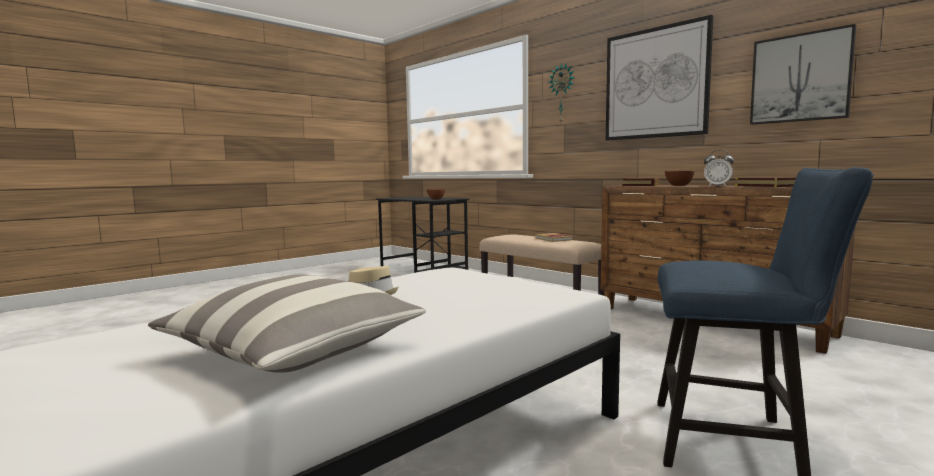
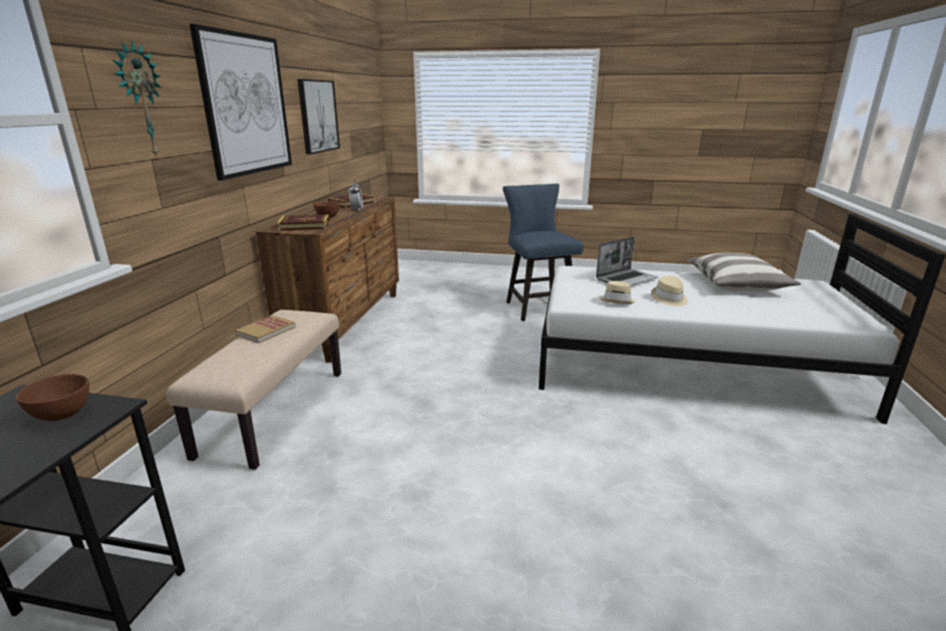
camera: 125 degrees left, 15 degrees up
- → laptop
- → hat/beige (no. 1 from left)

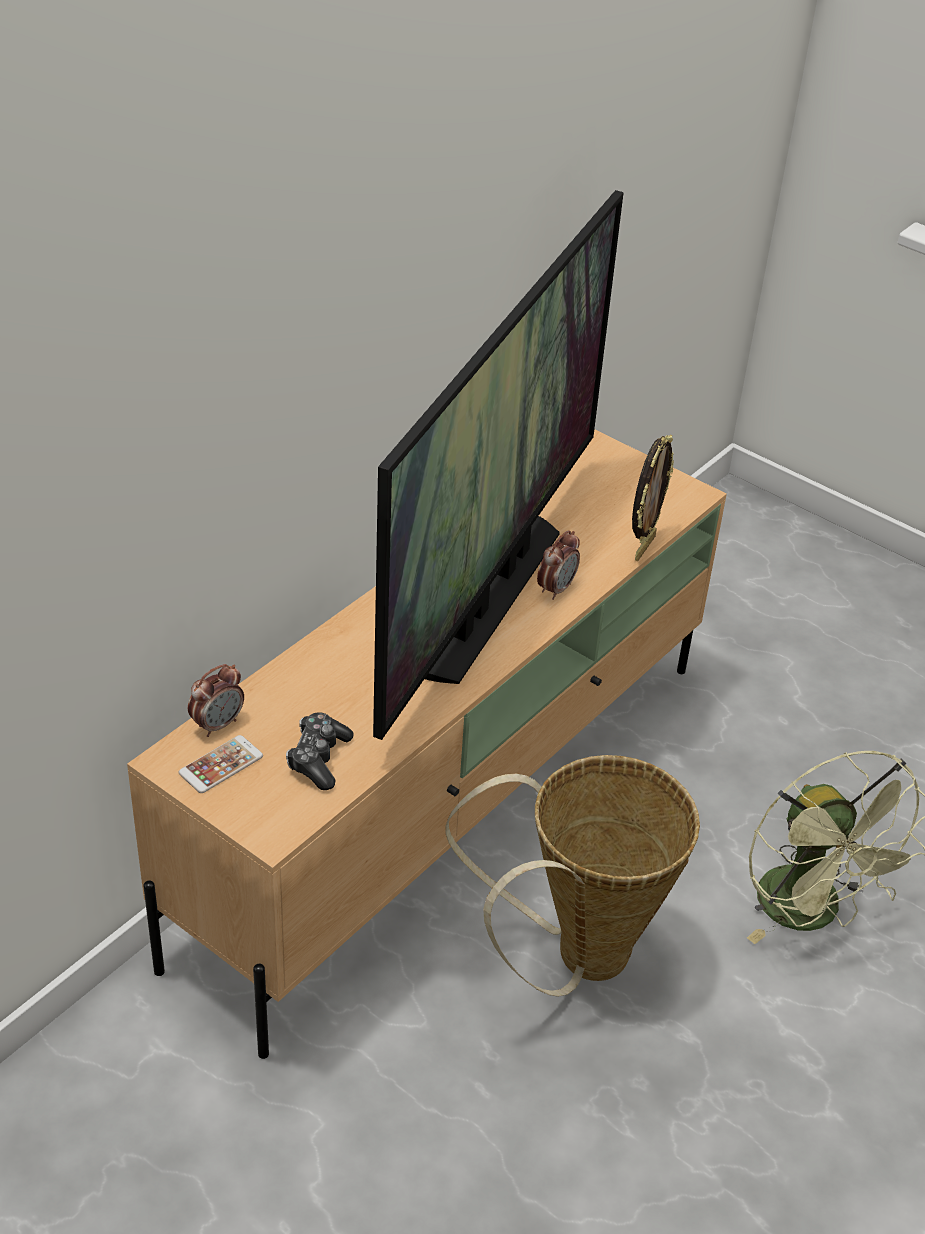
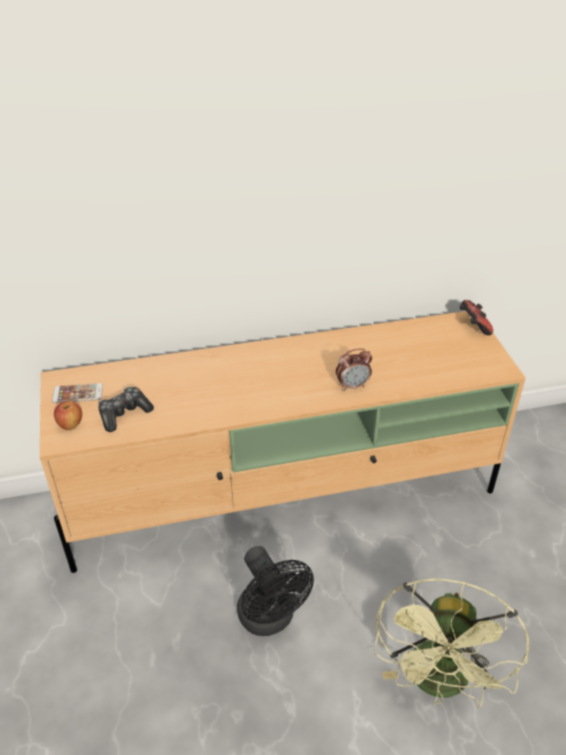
camera: 40 degrees right, 0 degrees up
television → -
photo frame → -
alarm clock (no. 1 from left) → -
basket → fan/black-coloured
- → joypad (no. 2 from left)
- → apple

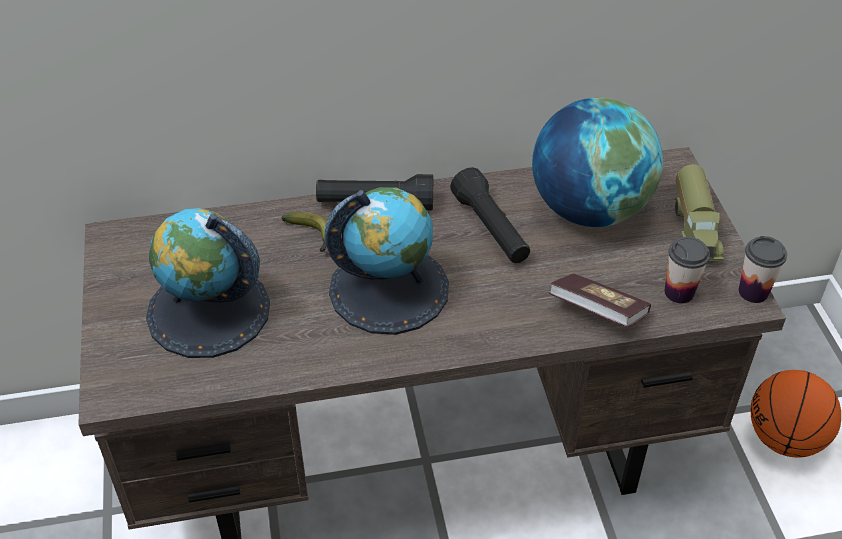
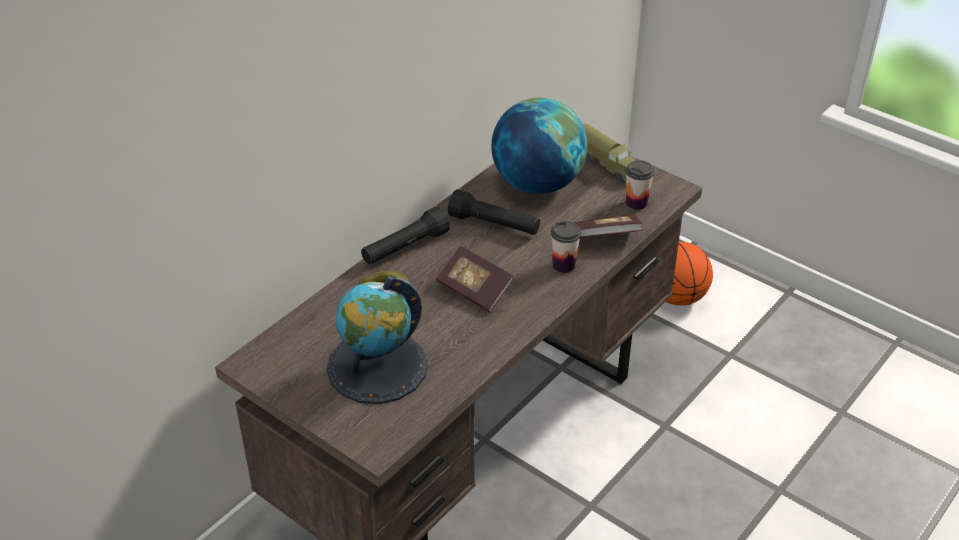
camera: 40 degrees left, 5 degrees down
world globe (no. 2 from left) → volume (no. 1 from left)
cup (no. 2 from left in the first image) → cup (no. 1 from left), shifted

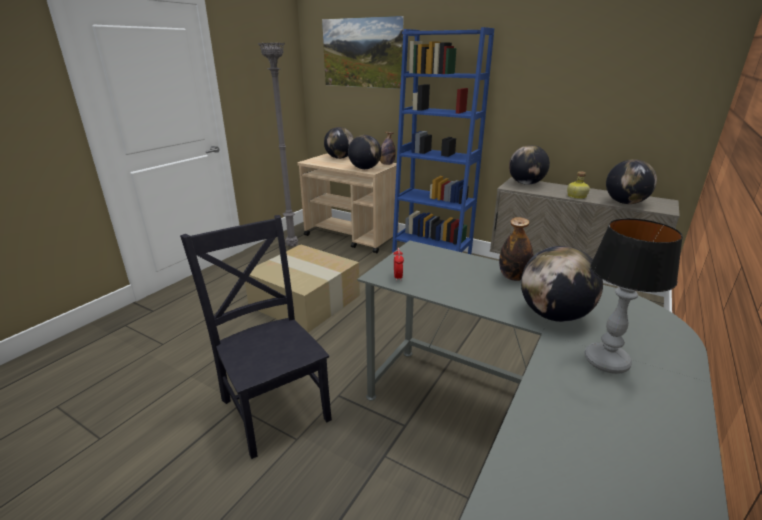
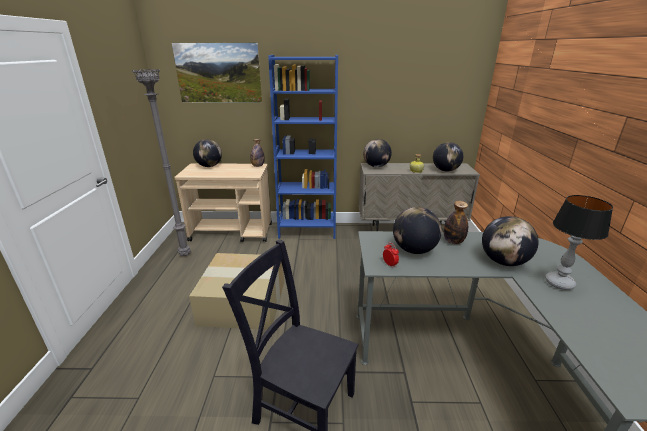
camera: 30 degrees left, 0 degrees up
world globe (no. 2 from left in the first image) → world globe (no. 3 from left), shifted

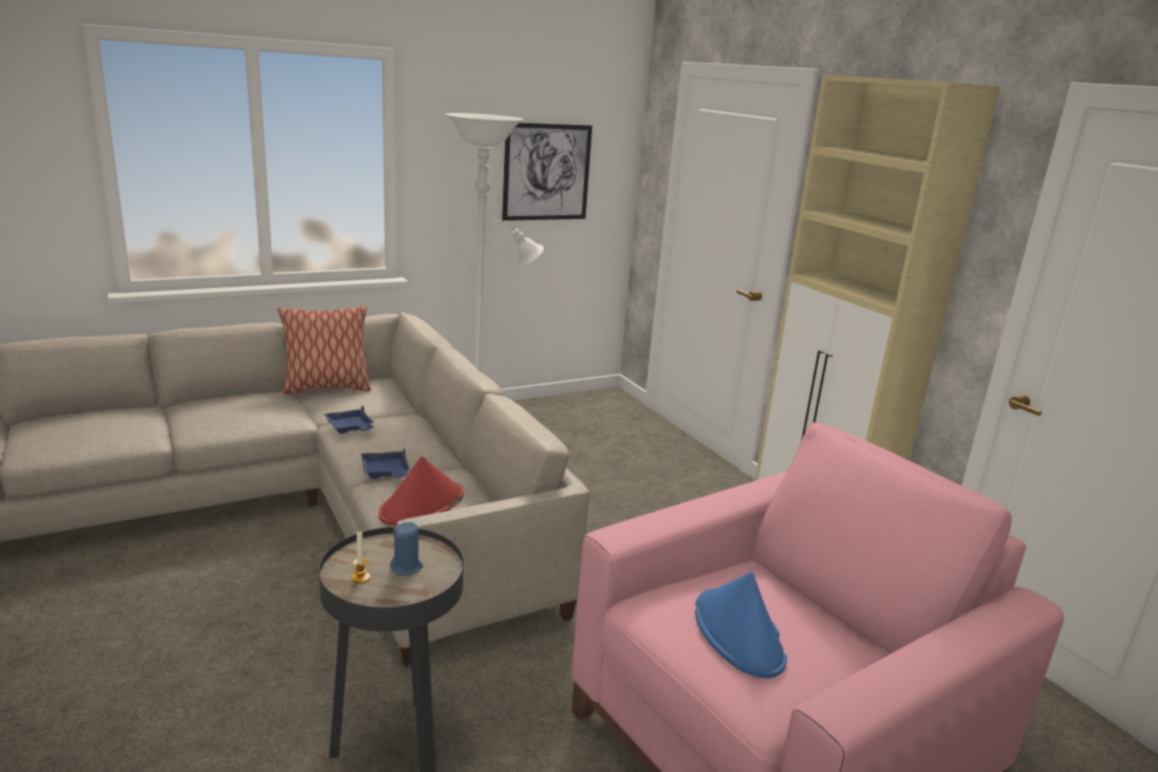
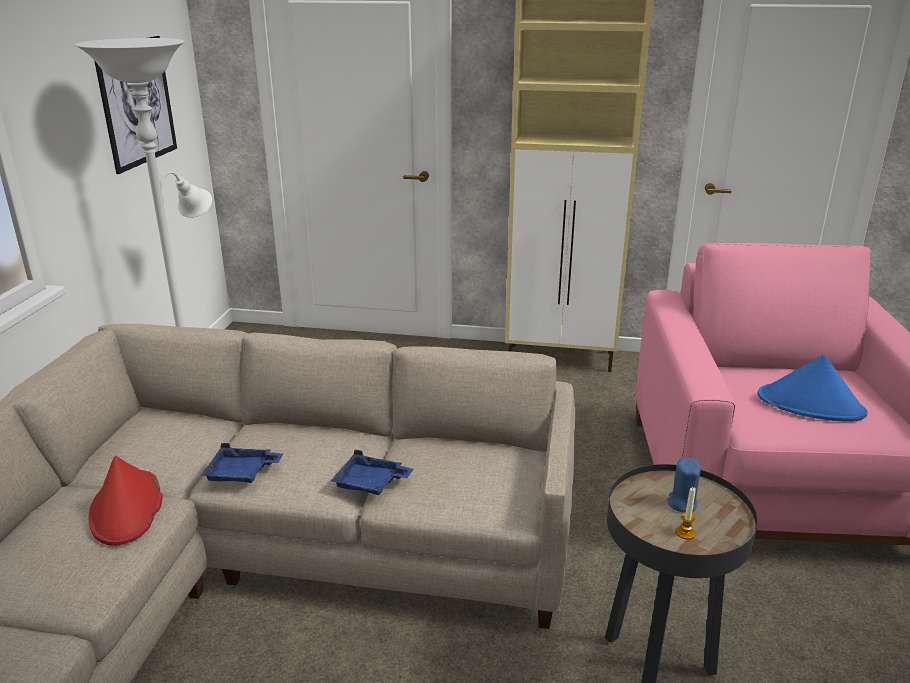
camera: 50 degrees left, 5 degrees up
pillow → -
hat/reddish, shifted

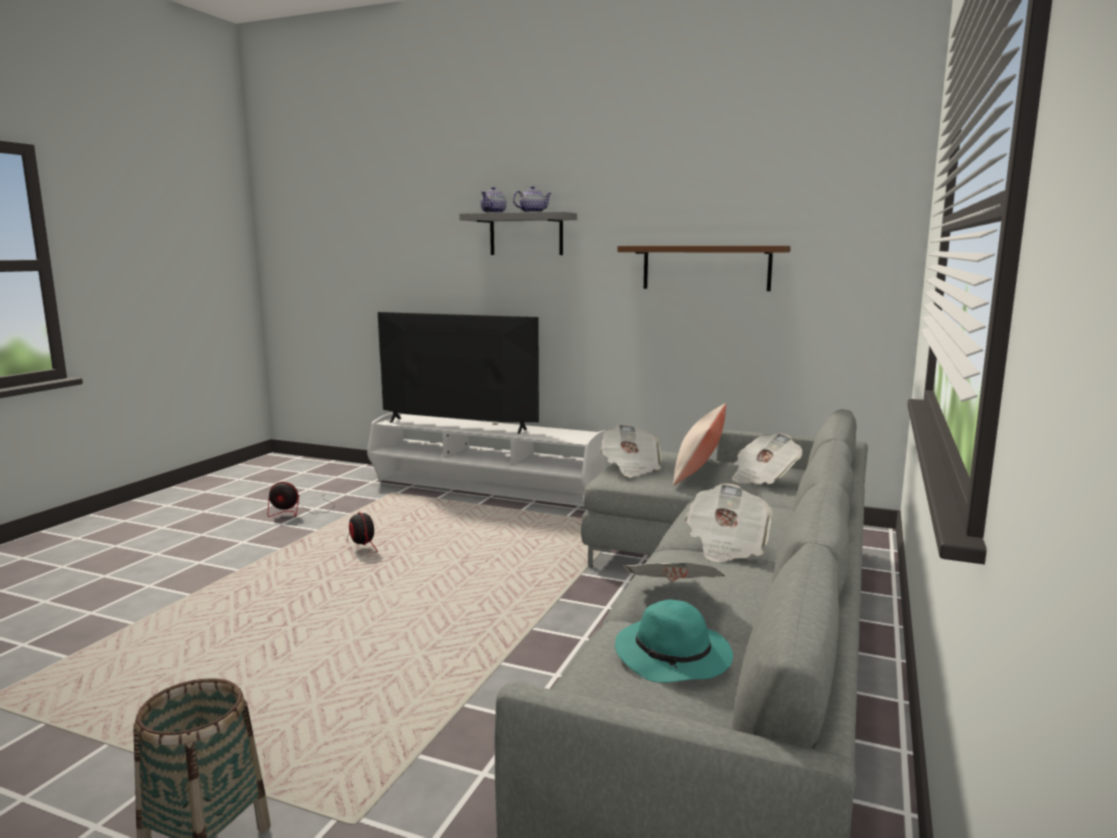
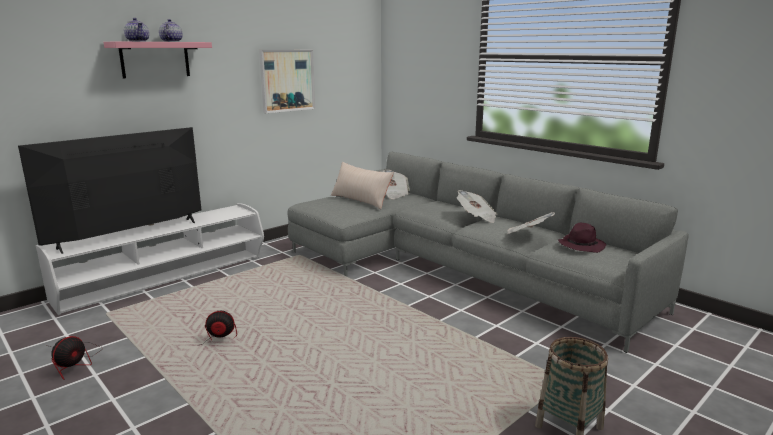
camera: 65 degrees left, 5 degrees up
wall shelf/grey → wall shelf/pinkish
wall shelf/brown-coloured → wall art
newspaper (no. 1 from left) → -
hat/blue-green → hat/purple

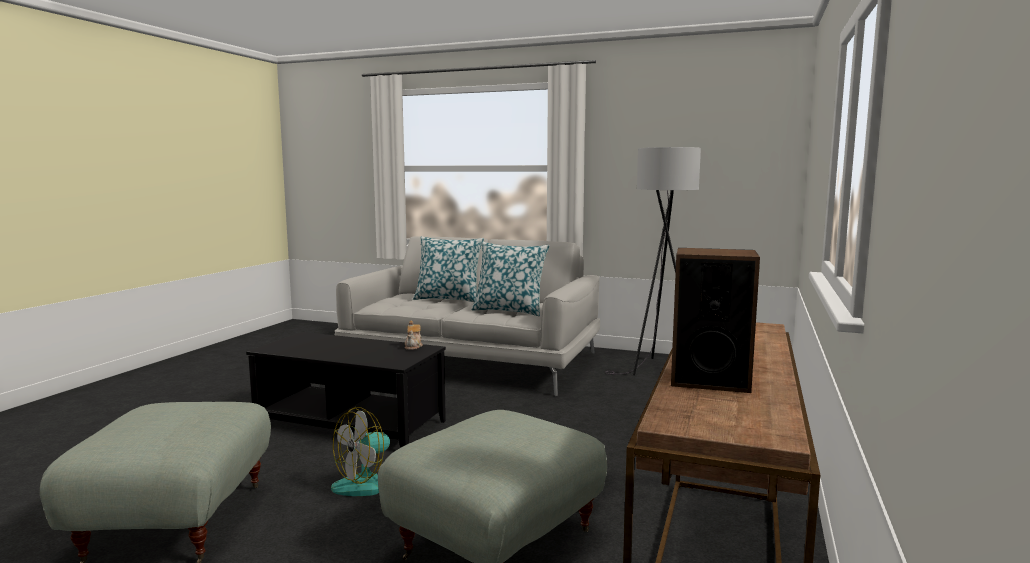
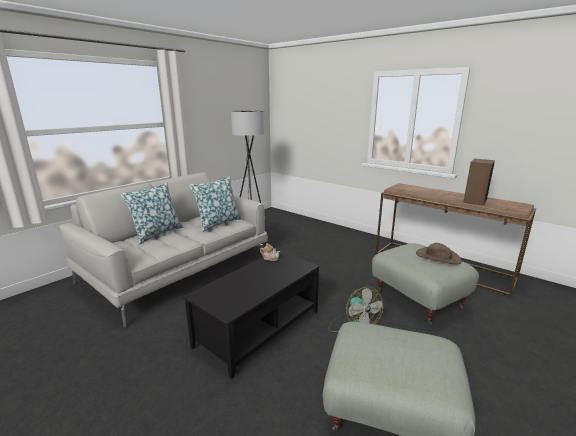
camera: 70 degrees left, 10 degrees up
- → hat/brown-coloured

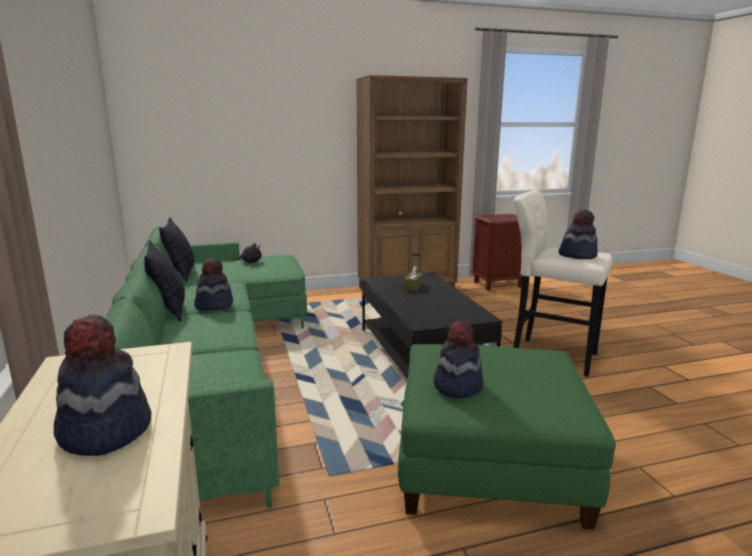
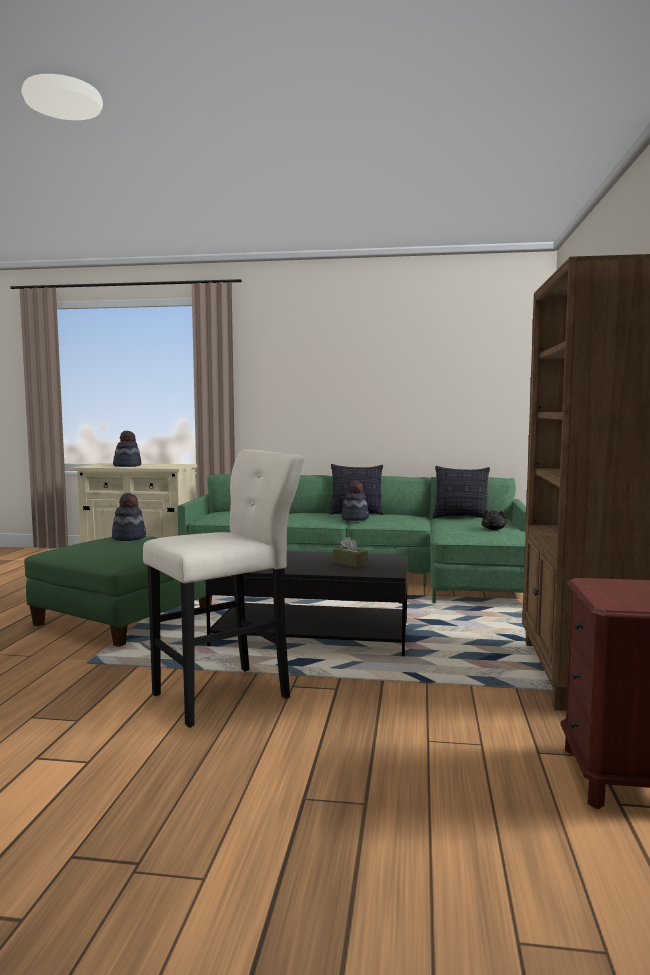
camera: 115 degrees right, 10 degrees down
hat (no. 4 from left) → -

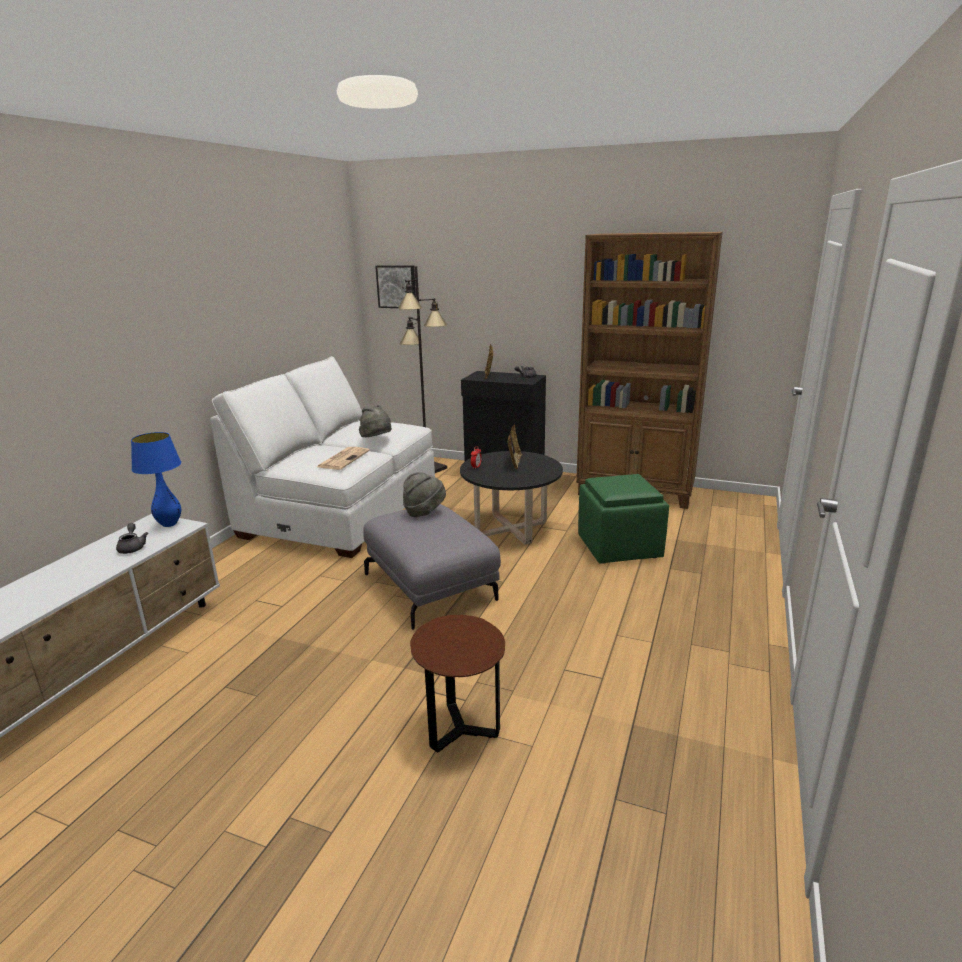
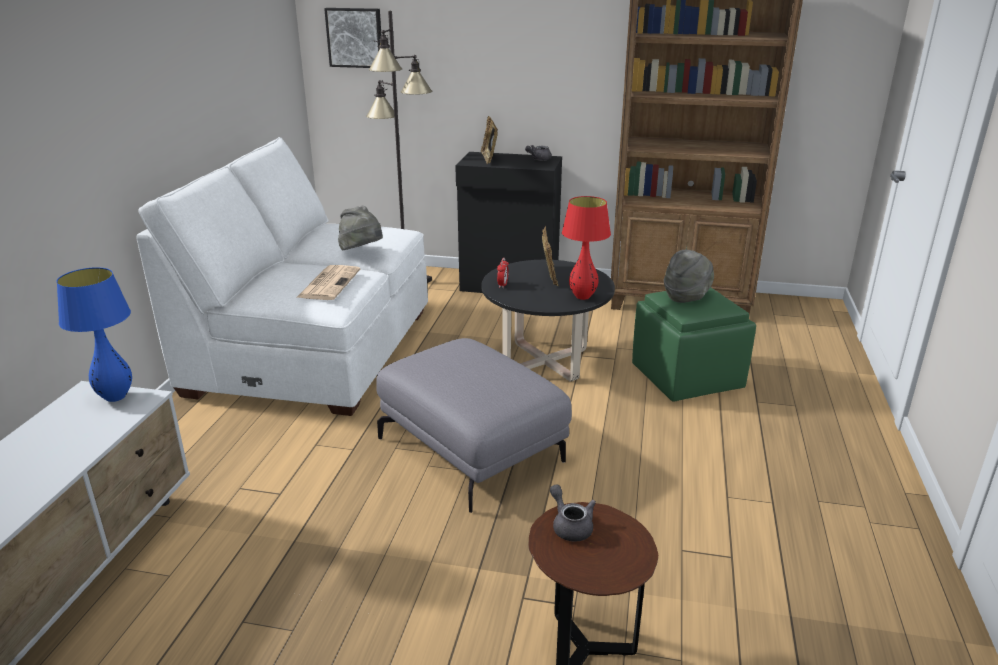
camera: 10 degrees left, 5 degrees up
hat/grey (no. 2 from left), shifted
pot for tea/grey (no. 1 from left in the first image) → pot for tea/grey (no. 2 from left), shifted
- → tabletop lamp/reddish

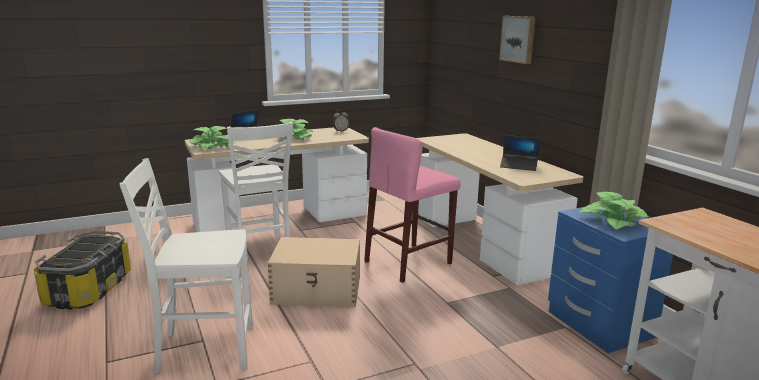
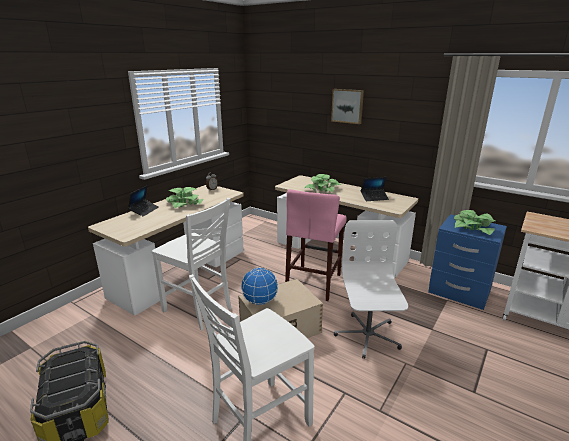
camera: 30 degrees left, 5 degrees up
houseplant (no. 1 from left in the first image) → houseplant (no. 2 from left), shifted
- → desk chair/white
- → world globe

